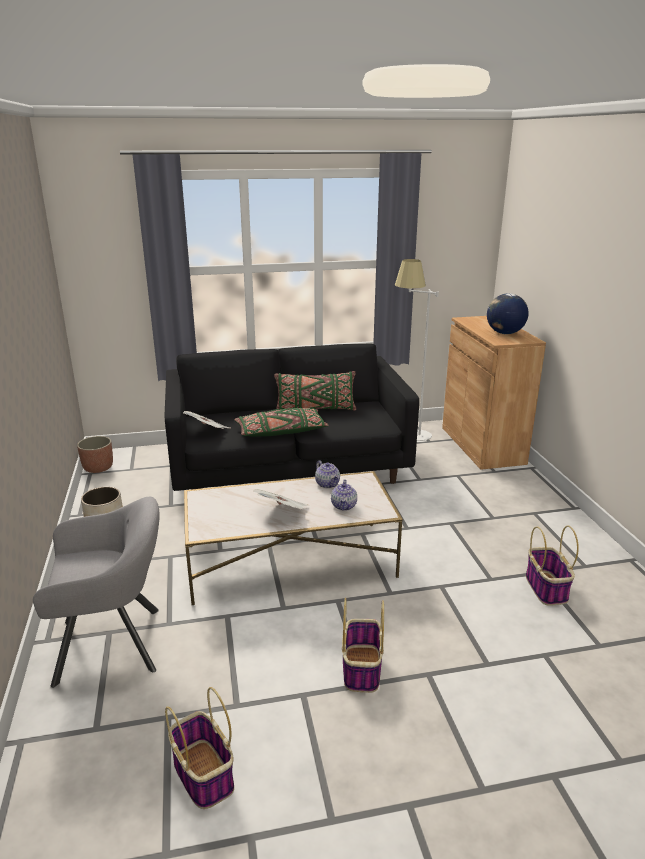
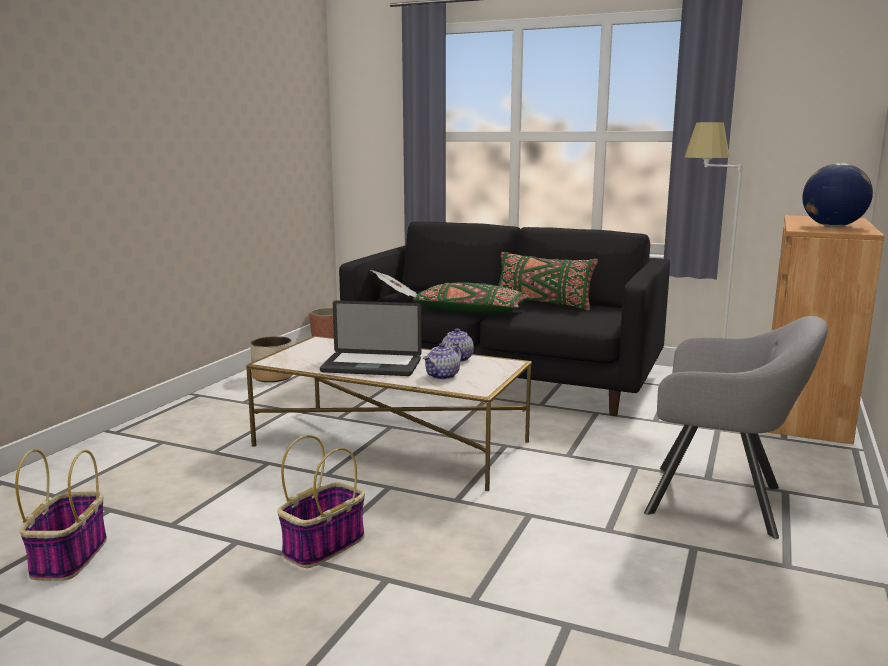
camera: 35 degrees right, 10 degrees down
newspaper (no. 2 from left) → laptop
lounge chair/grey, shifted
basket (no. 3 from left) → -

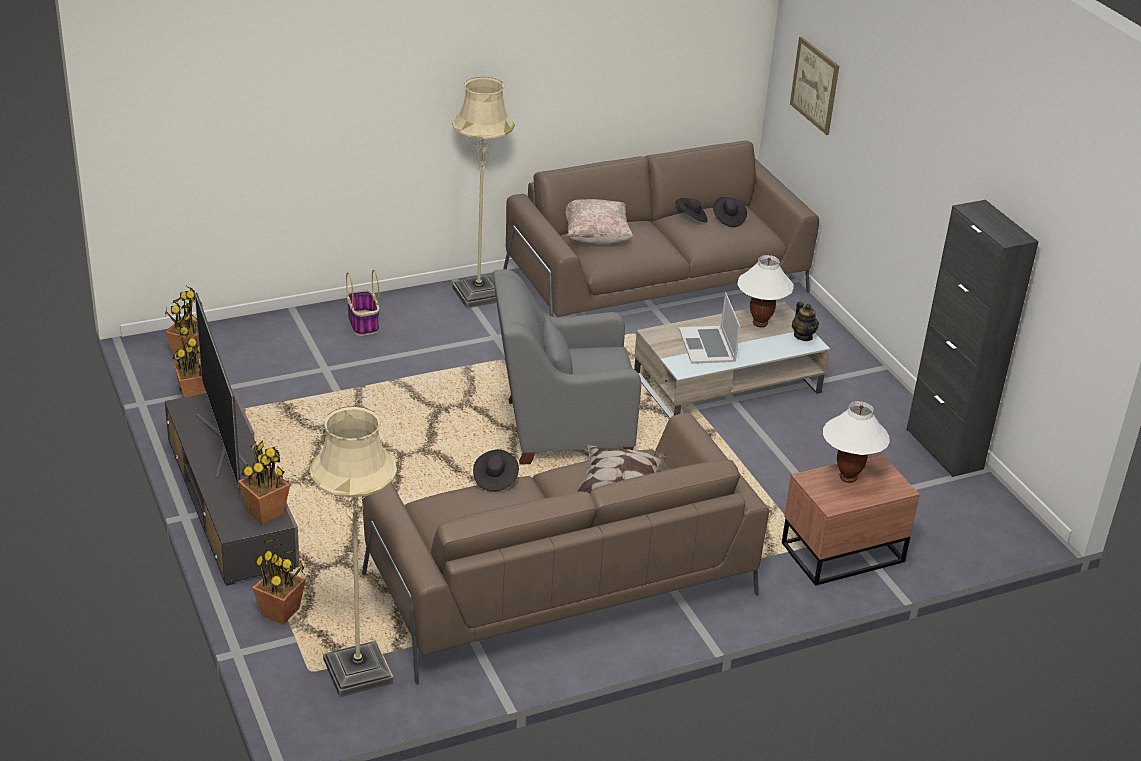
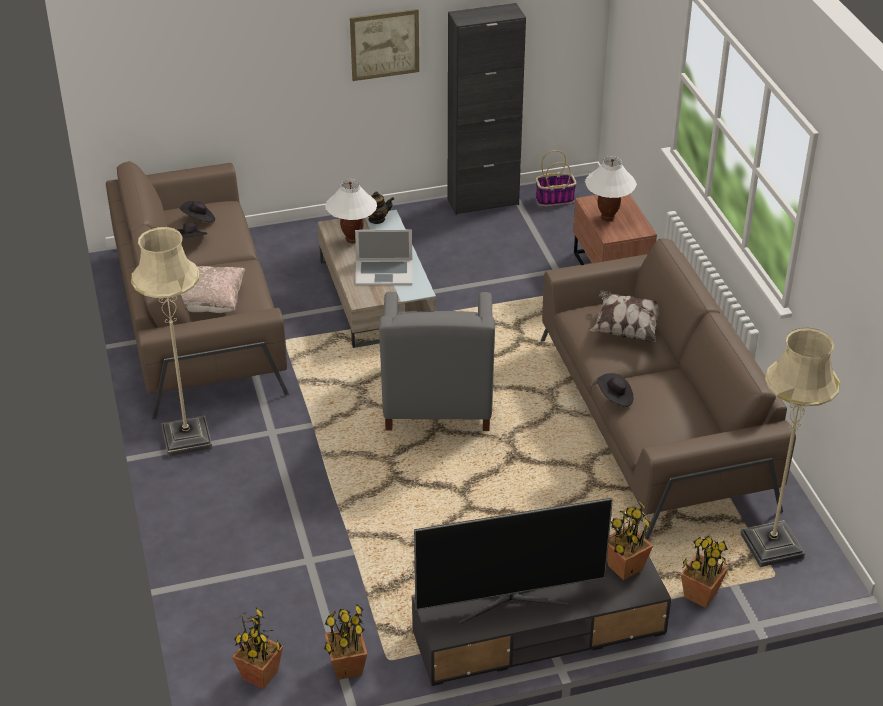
camera: 80 degrees left, 5 degrees up
wall art, shifted
basket, shifted

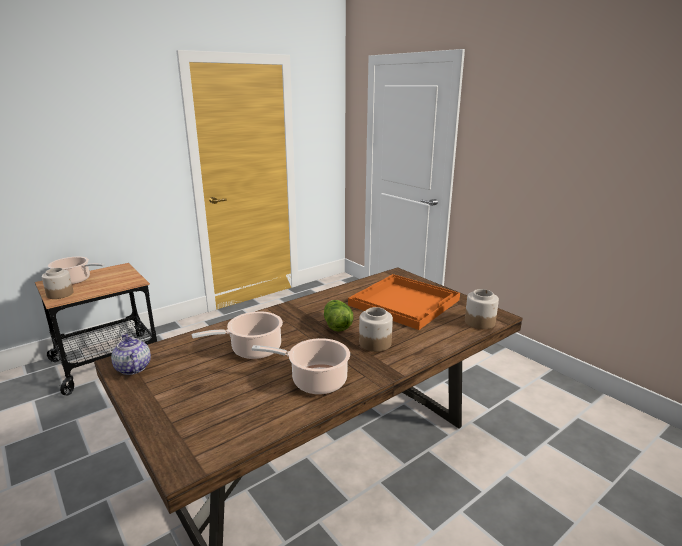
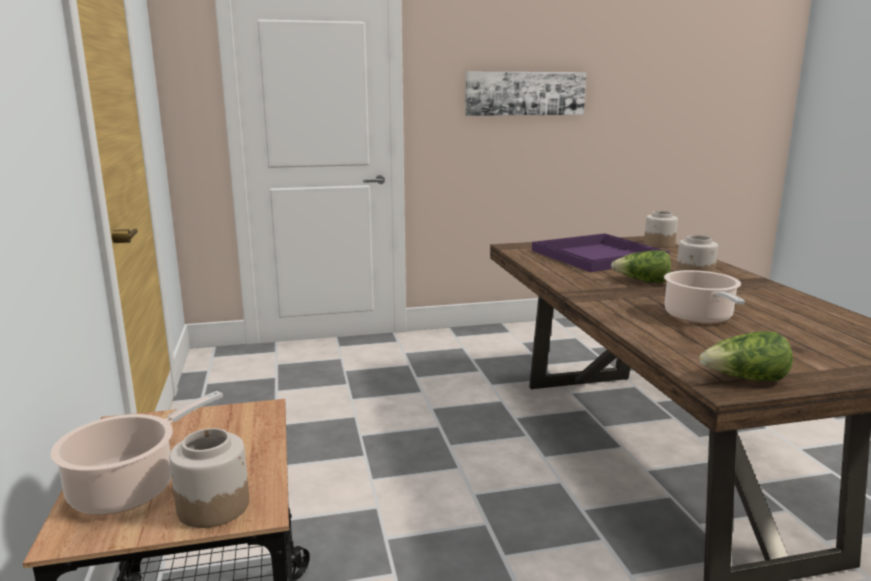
camera: 65 degrees left, 5 degrees down
tray/orange → tray/purple
pot for tea → head of lettuce (no. 2 from left)
stockpot (no. 3 from left) → -
- → wall art

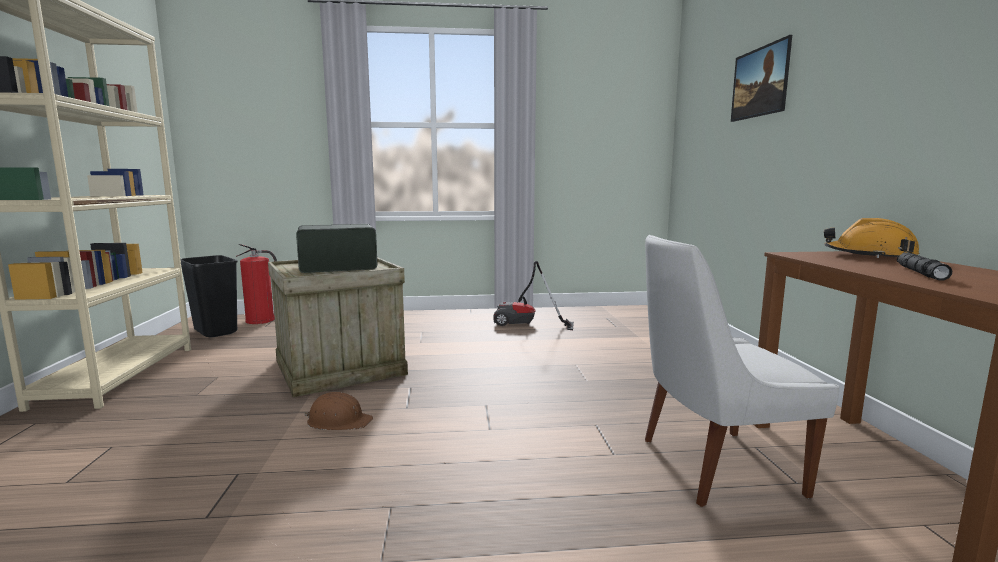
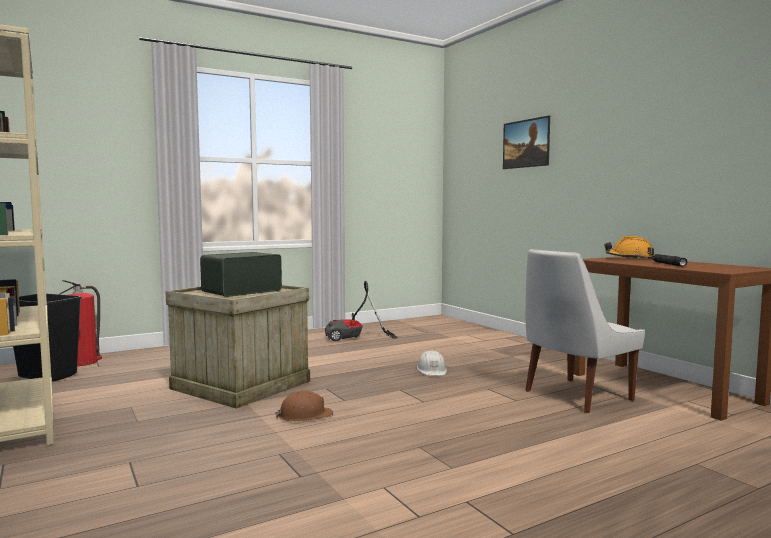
camera: 25 degrees left, 5 degrees down
- → safety helmet/white

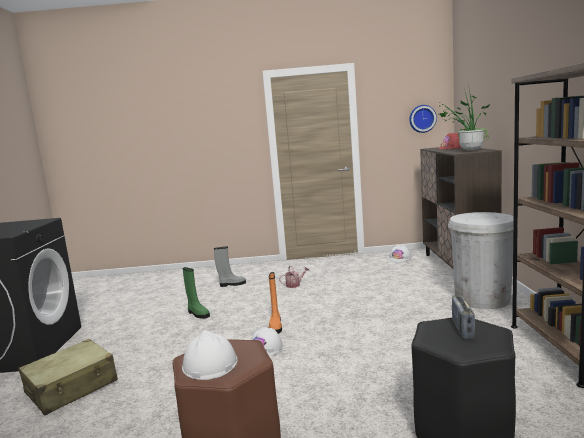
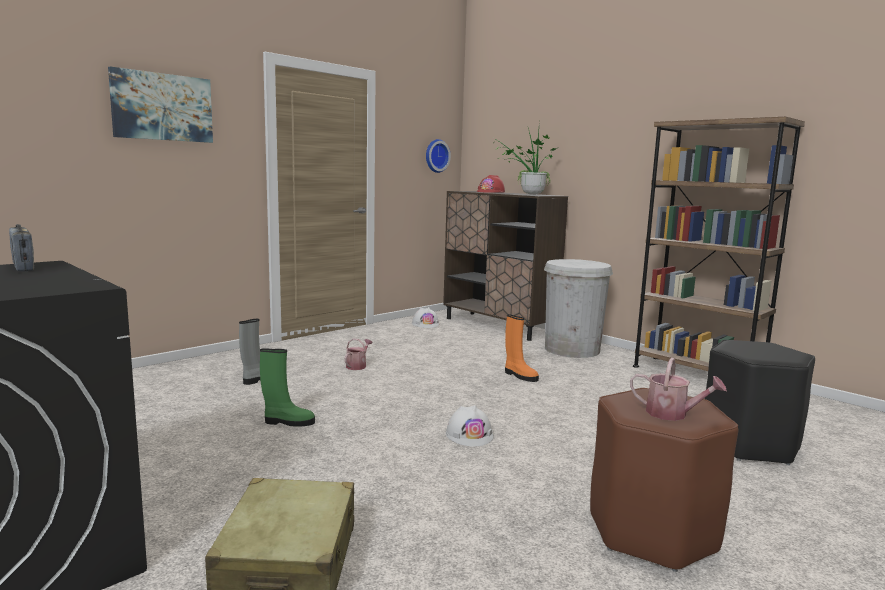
camera: 45 degrees left, 0 degrees up
tall boot/orange, shifted
radio set, shifted
safety helmet/white (no. 1 from left) → watering pot (no. 2 from left)
- → wall art

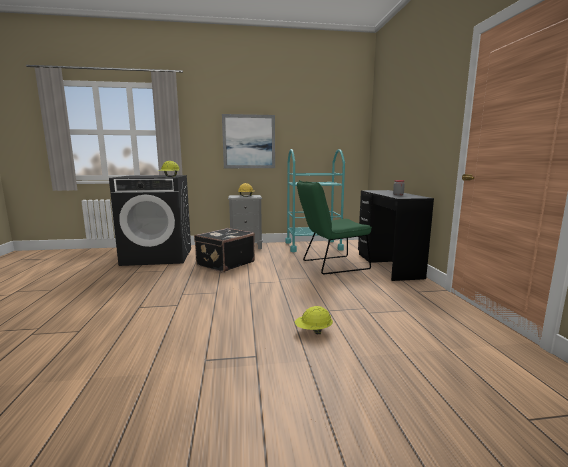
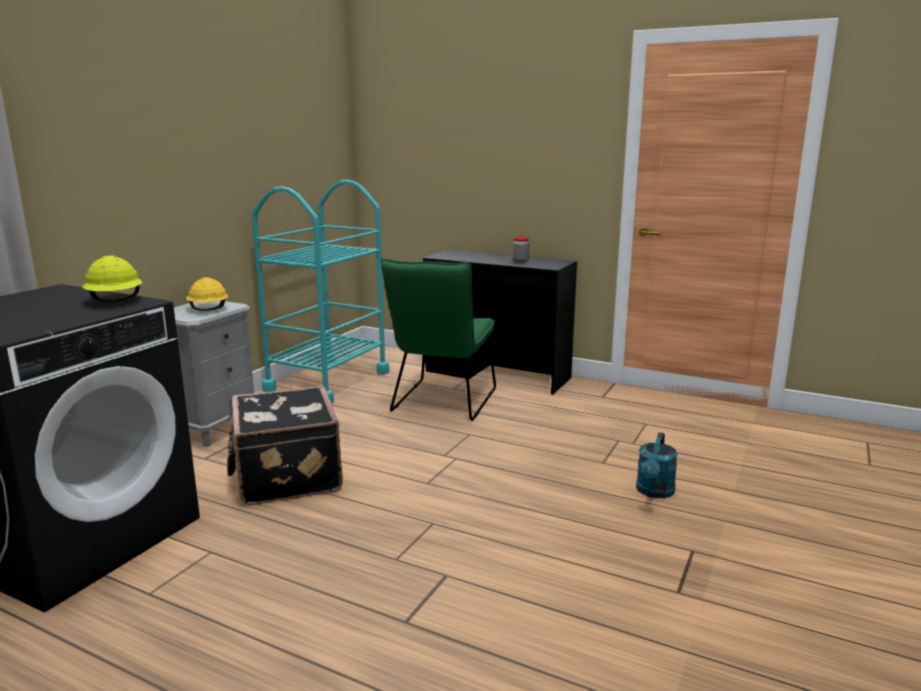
camera: 55 degrees left, 5 degrees up
wall art → -
safety helmet/yellow-coloured (no. 3 from left) → watering pot/blue-green

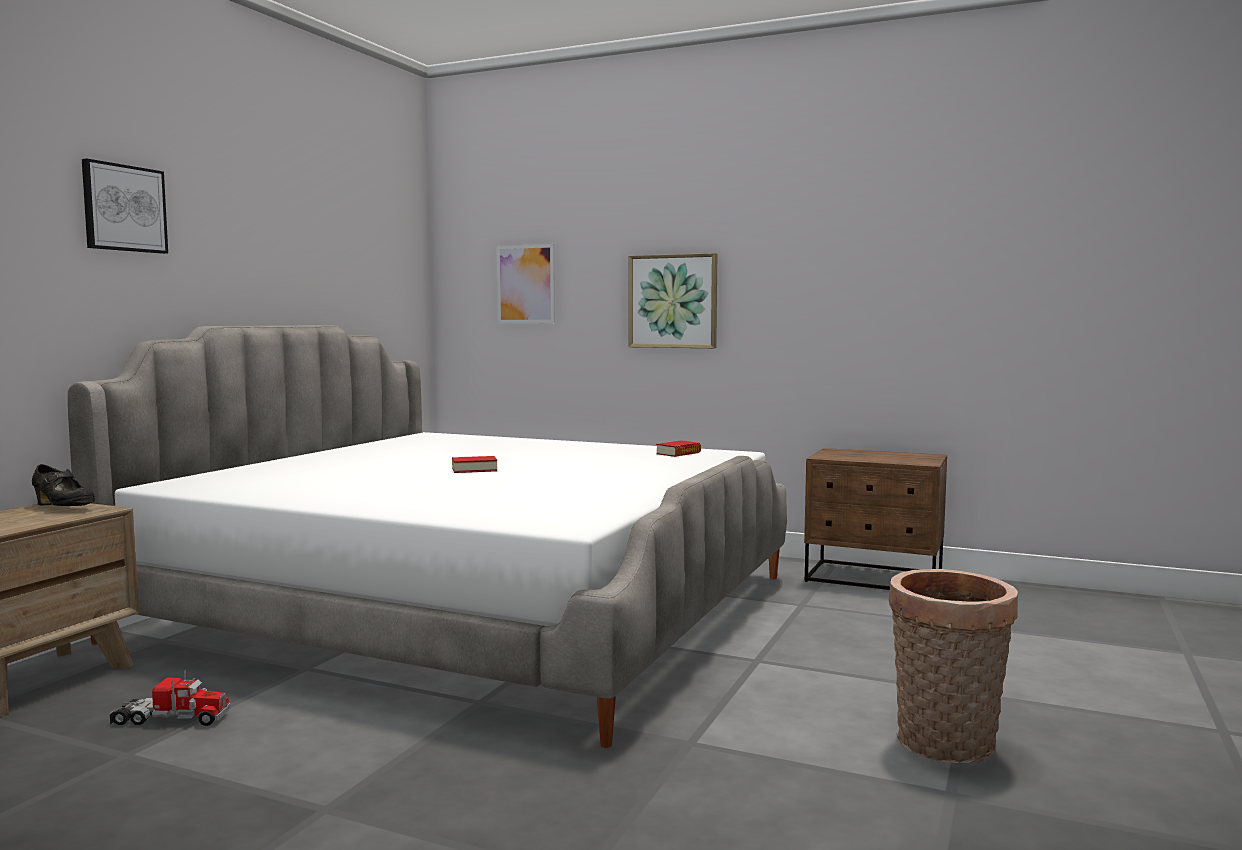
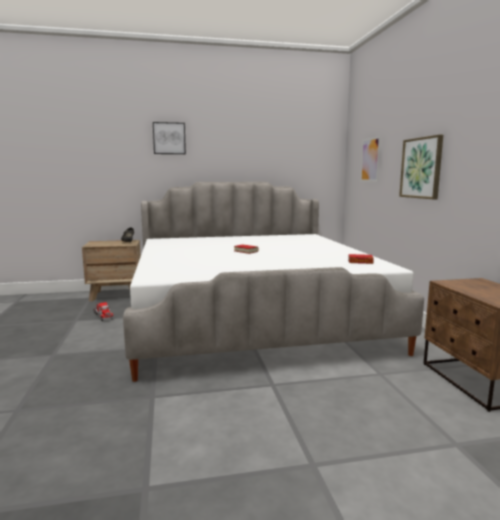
camera: 55 degrees right, 5 degrees up
basket → -

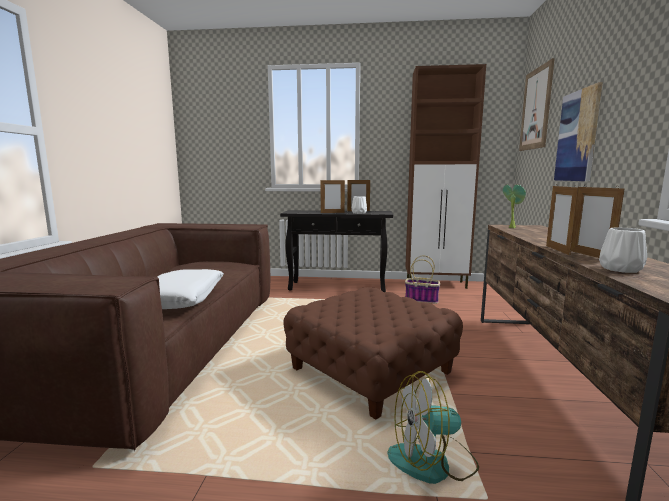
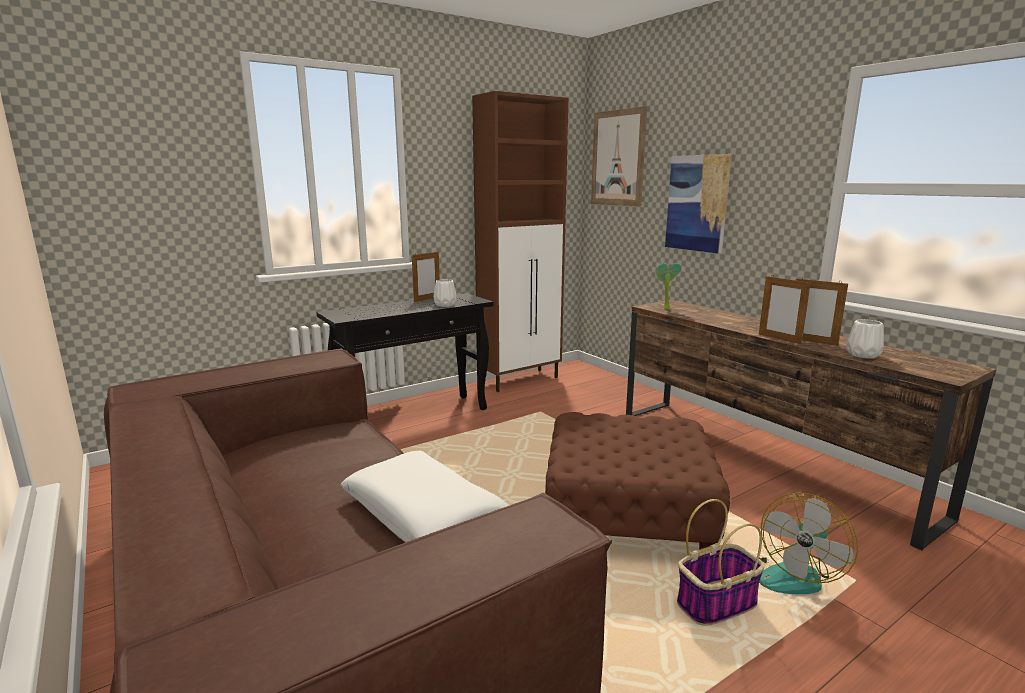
camera: 40 degrees left, 5 degrees up
photo frame (no. 1 from left) → -
basket, shifted

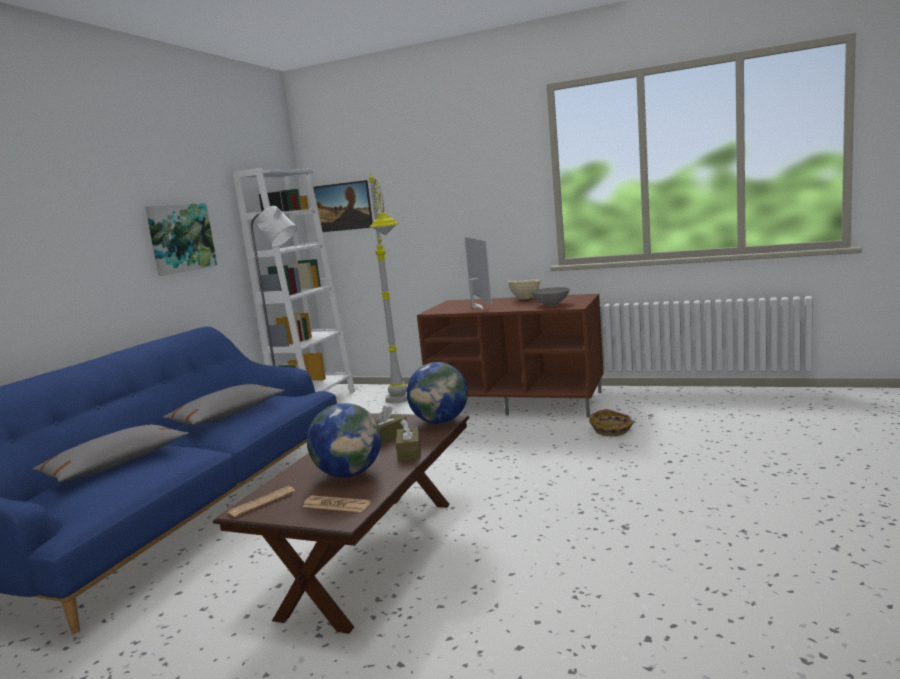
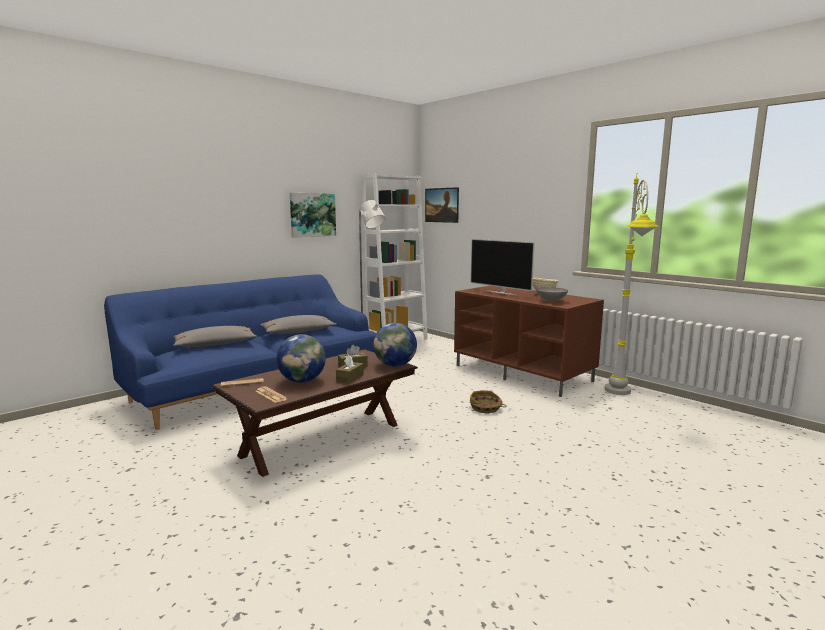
camera: 25 degrees right, 0 degrees up
standard lamp/grey (no. 2 from left), shifted
television, 120 degrees clockwise
basket, shifted

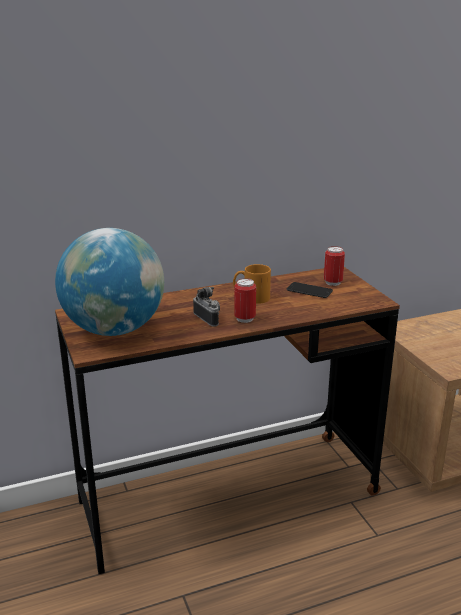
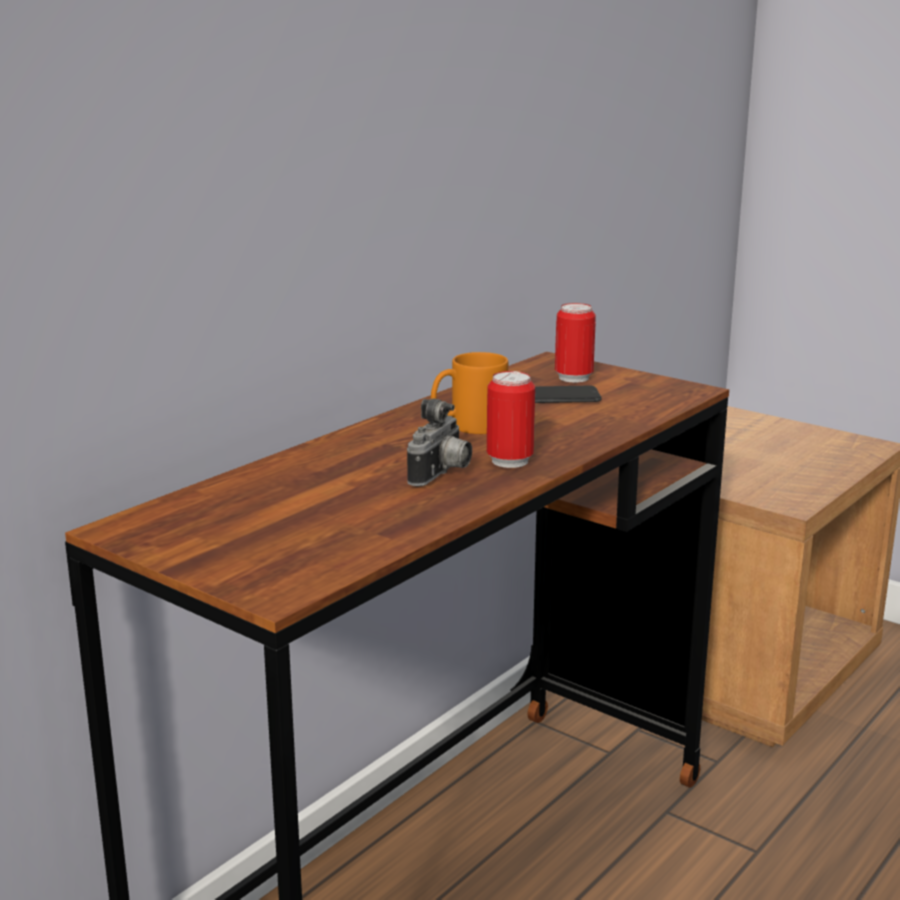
camera: 30 degrees left, 5 degrees down
world globe → -
photo camera, 90 degrees clockwise

